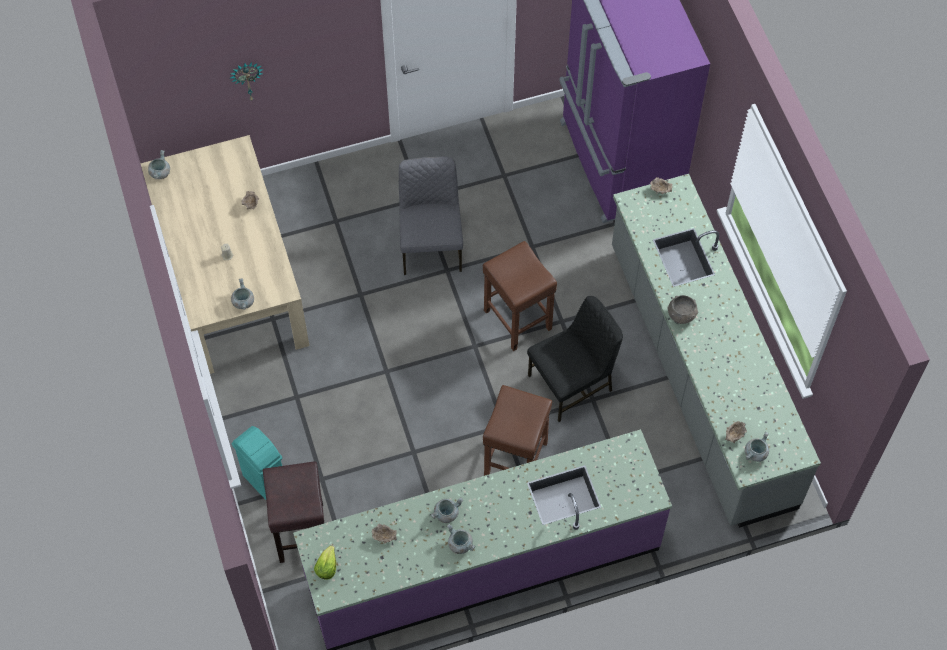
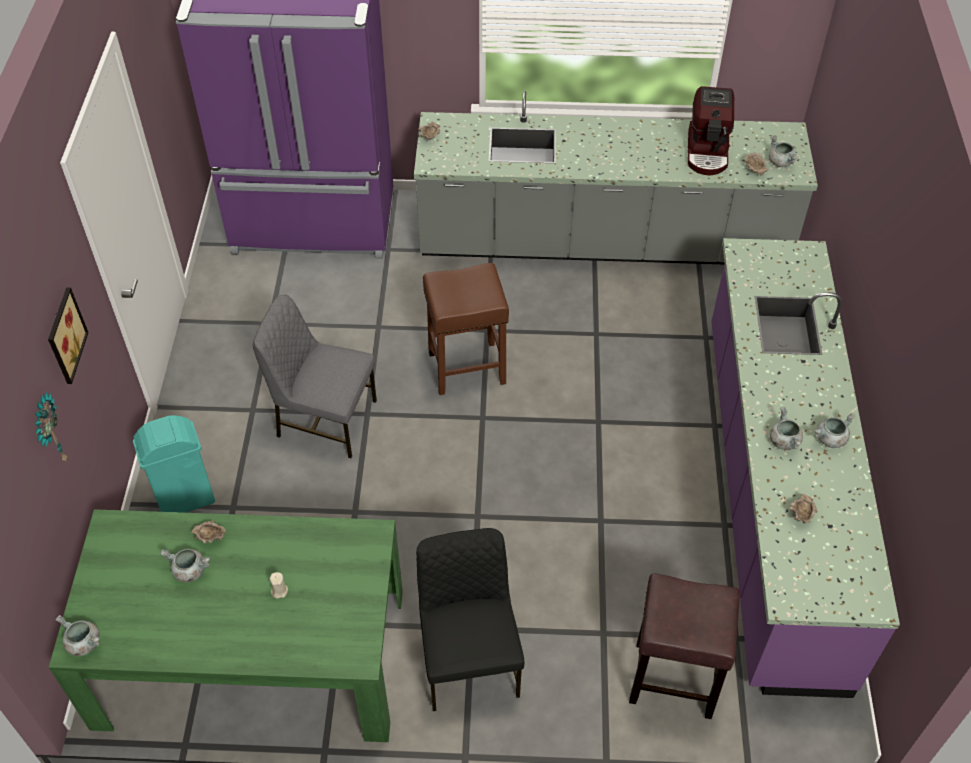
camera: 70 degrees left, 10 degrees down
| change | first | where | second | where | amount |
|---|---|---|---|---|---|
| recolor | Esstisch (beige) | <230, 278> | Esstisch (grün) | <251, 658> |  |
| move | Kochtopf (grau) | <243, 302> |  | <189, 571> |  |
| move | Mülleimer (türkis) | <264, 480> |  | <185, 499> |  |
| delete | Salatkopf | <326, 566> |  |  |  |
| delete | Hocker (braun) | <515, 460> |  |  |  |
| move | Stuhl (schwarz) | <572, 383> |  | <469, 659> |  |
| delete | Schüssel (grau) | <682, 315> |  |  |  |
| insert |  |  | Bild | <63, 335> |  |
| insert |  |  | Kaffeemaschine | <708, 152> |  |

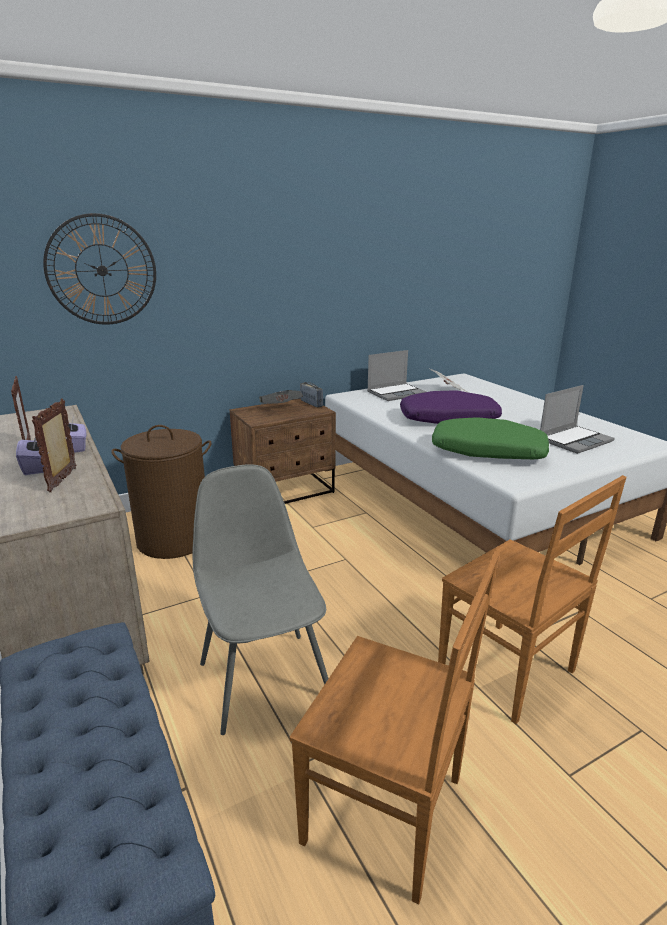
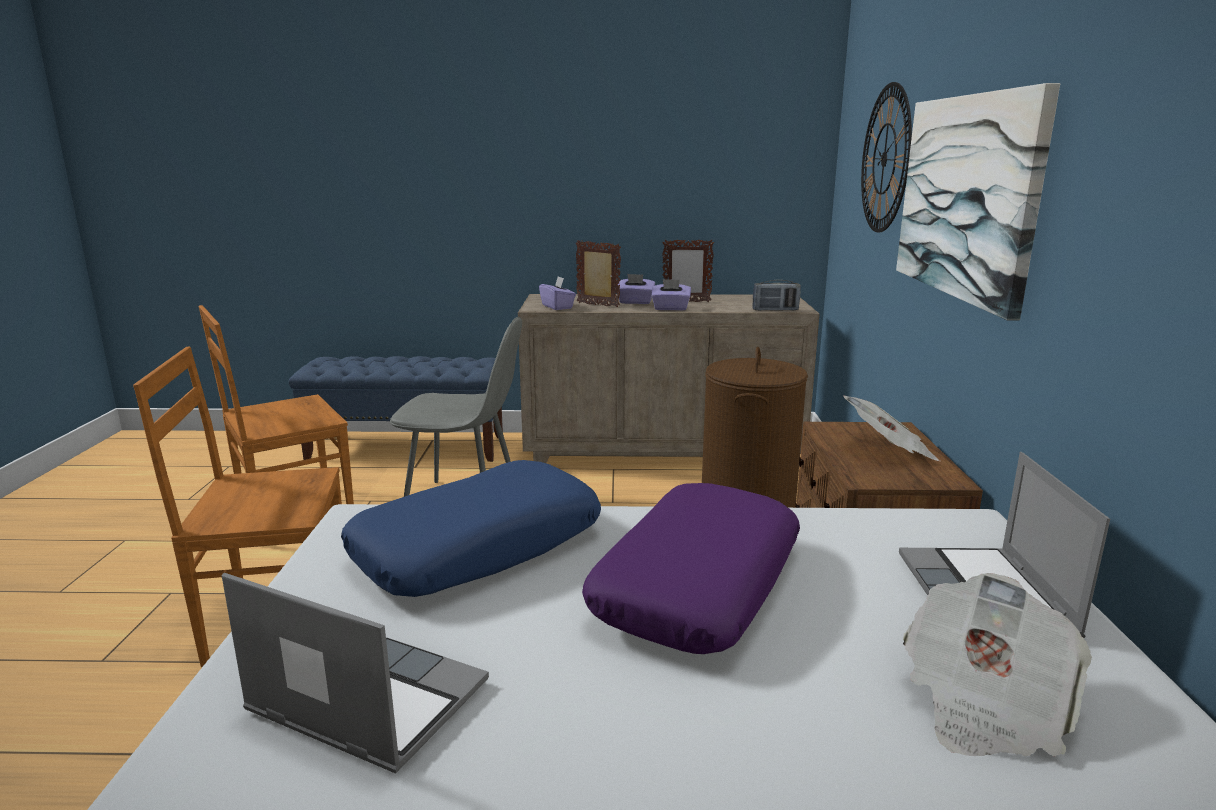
camera: 120 degrees right, 5 degrees down
| change | first | where | second | where | amount |
|---|---|---|---|---|---|
| move | Radio | <311, 403> |  | <775, 310> |  |
| recolor | Kissen (grün) | <487, 452> | Kissen (blau) | <478, 547> |  |
| rotate | Laptop | <575, 440> |  | <364, 699> | 120 degrees clockwise |
| insert |  |  | Taschentuchbox (lila) | <557, 307> |  |
| insert |  |  | Bild | <967, 196> |  |

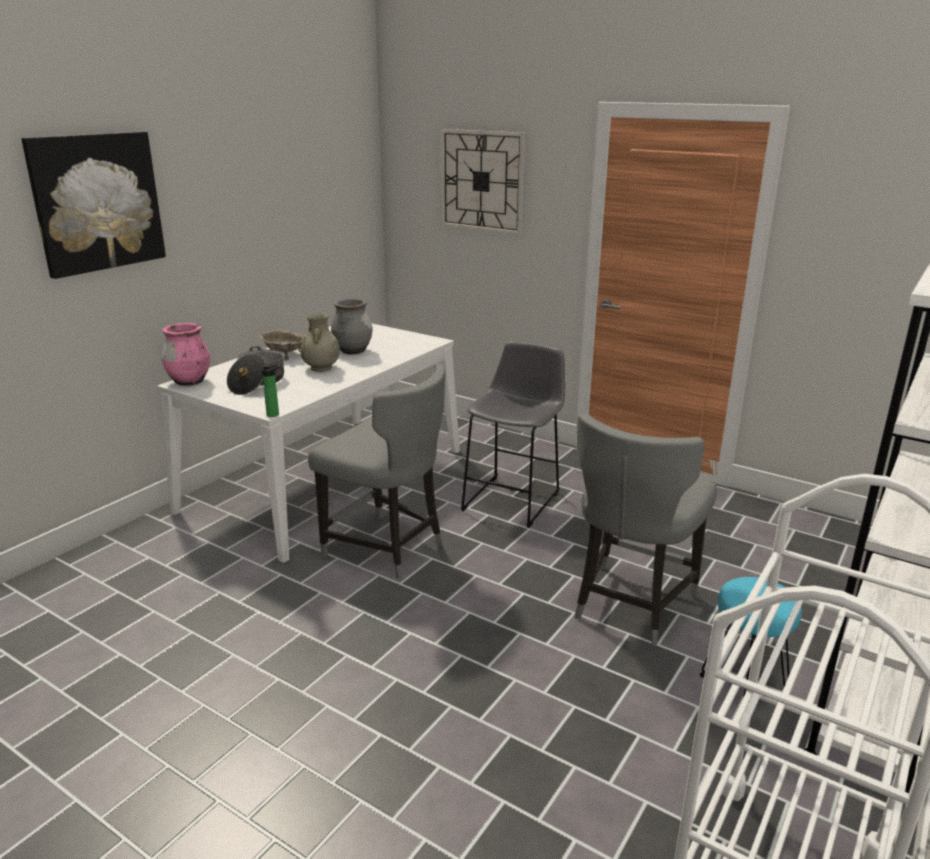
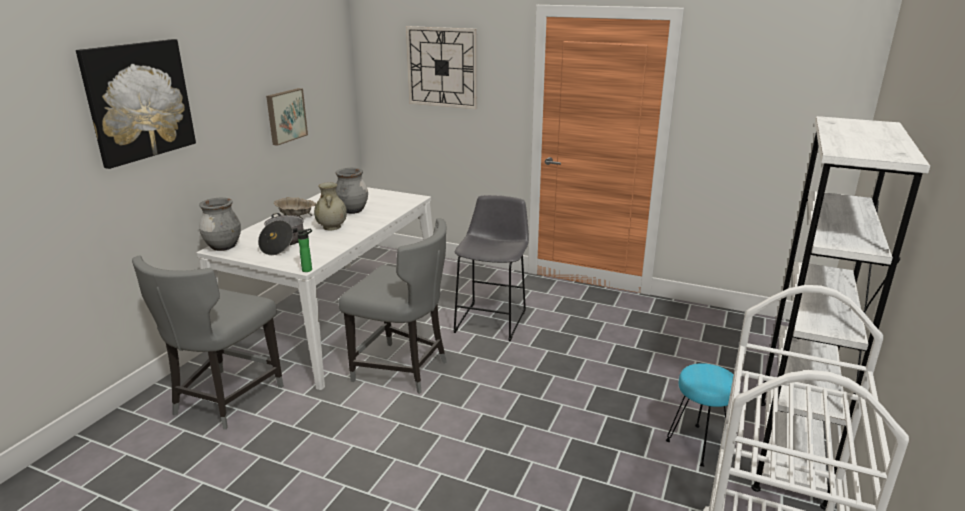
camera: 10 degrees left, 0 degrees up
| change | first | where | second | where | amount |
|---|---|---|---|---|---|
| recolor | Vase (rosa) | <189, 382> | Vase (grau) | <223, 247> |  |
| move | Stuhl (grau) | <630, 606> |  | <224, 400> |  |
| insert |  |  | Bild | <285, 116> |  |

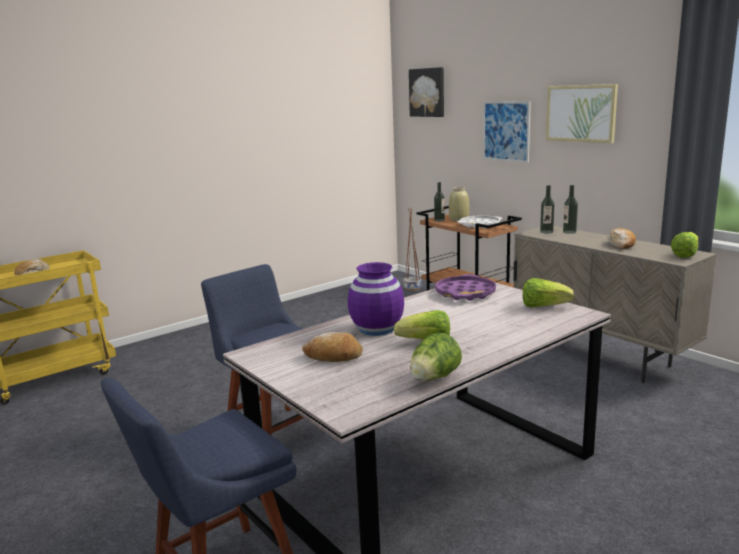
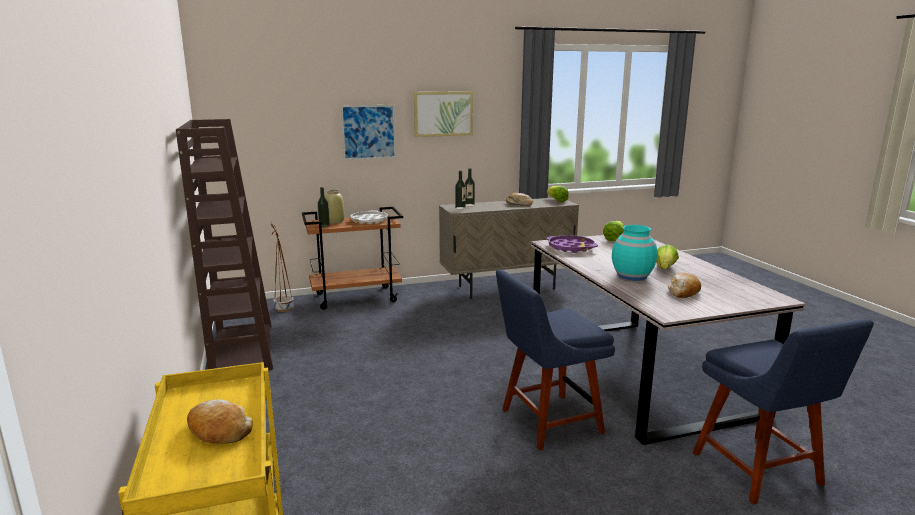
camera: 70 degrees left, 0 degrees up
| change | first | where | second | where | amount |
|---|---|---|---|---|---|
| recolor | Vase (lila) | <377, 328> | Vase (türkis) | <632, 276> |  |
| delete | Bild | <427, 92> |  |  |  |
| delete | Salatkopf | <434, 378> |  |  |  |
| insert |  |  | Bücherregal (braun) | <242, 349> |  |

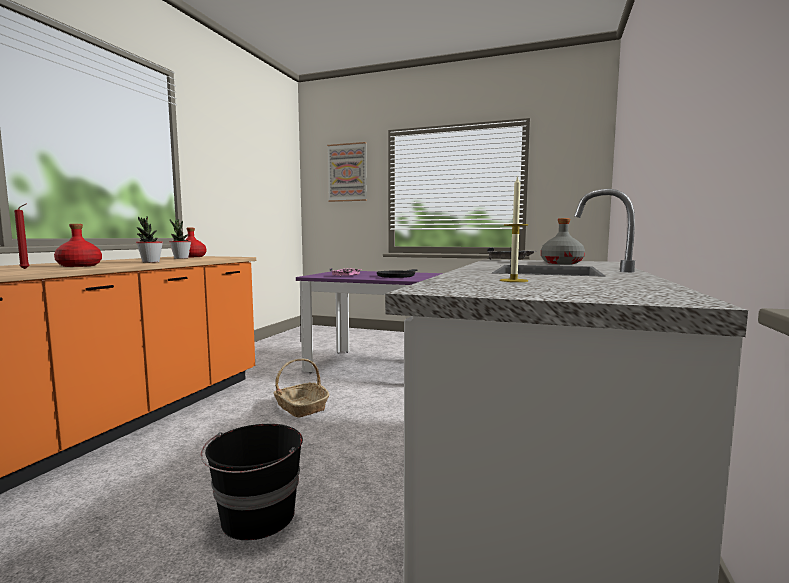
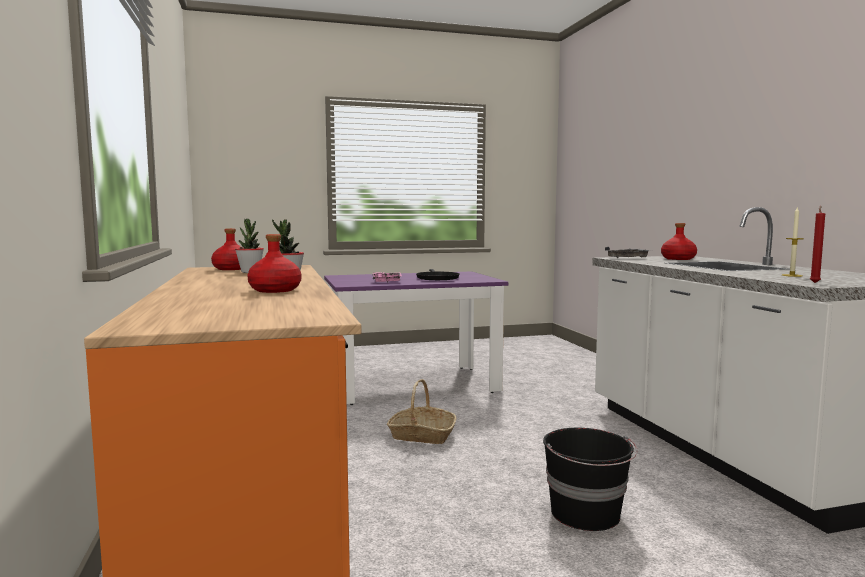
camera: 35 degrees left, 0 degrees up
| change | first | where | second | where | amount |
|---|---|---|---|---|---|
| move | Kerze (rot) | <26, 269> |  | <815, 283> |  |
| delete | Bild | <347, 172> |  |  |  |
| recolor | Flasche (grau) | <562, 263> | Flasche (rot) | <678, 259> |  |

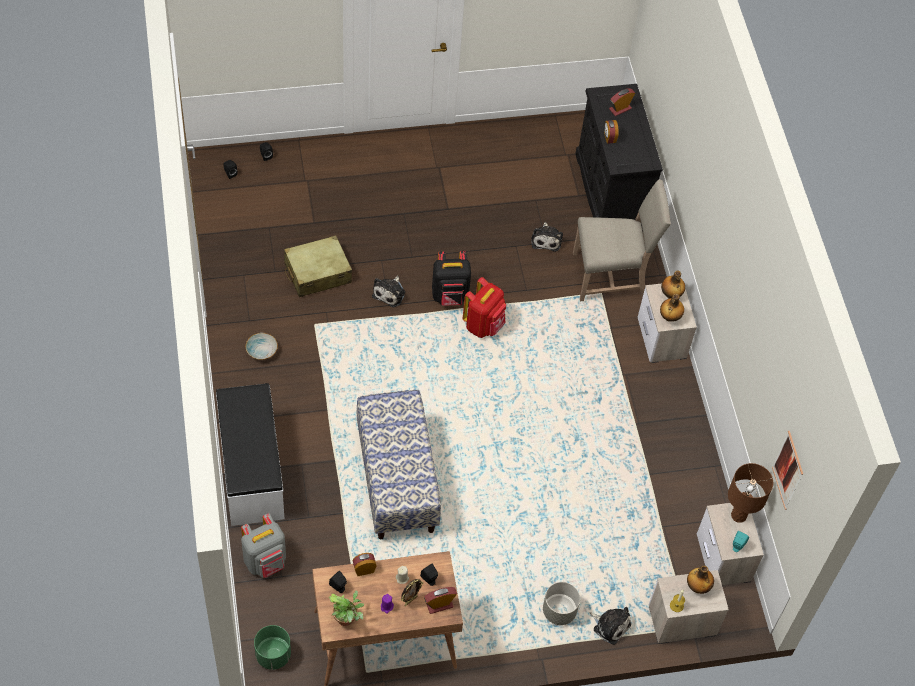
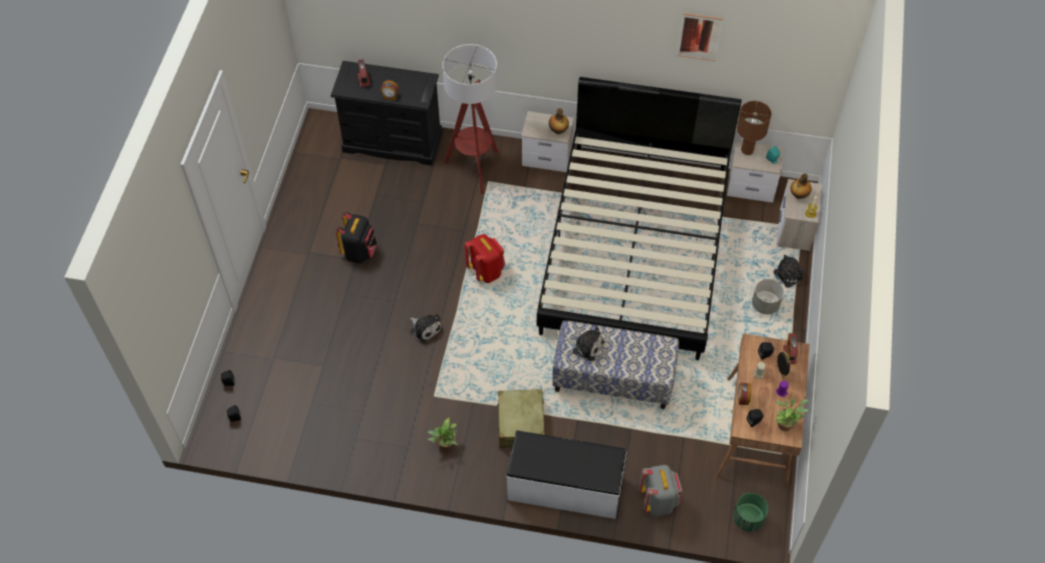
camera: 65 degrees left, 0 degrees up
| change | first | where | second | where | amount |
|---|---|---|---|---|---|
| replace | Schüssel | <262, 351> | Topfpflanze | <445, 445> |  |
| move | Koffer (beige) | <317, 273> |  | <521, 424> |  |
| move | Rucksack (schwarz) | <450, 296> |  | <360, 252> |  |
| move | Plüschtier | <546, 239> |  | <586, 346> |  |
| replace | Stuhl (beige) | <611, 275> | Stehlampe | <474, 169> |  |
| delete | Flasche | <670, 295> |  |  |  |
| move | Bild | <788, 470> |  | <699, 36> |  |
| insert |  |  | Bett (schwarz) | <635, 250> |  |

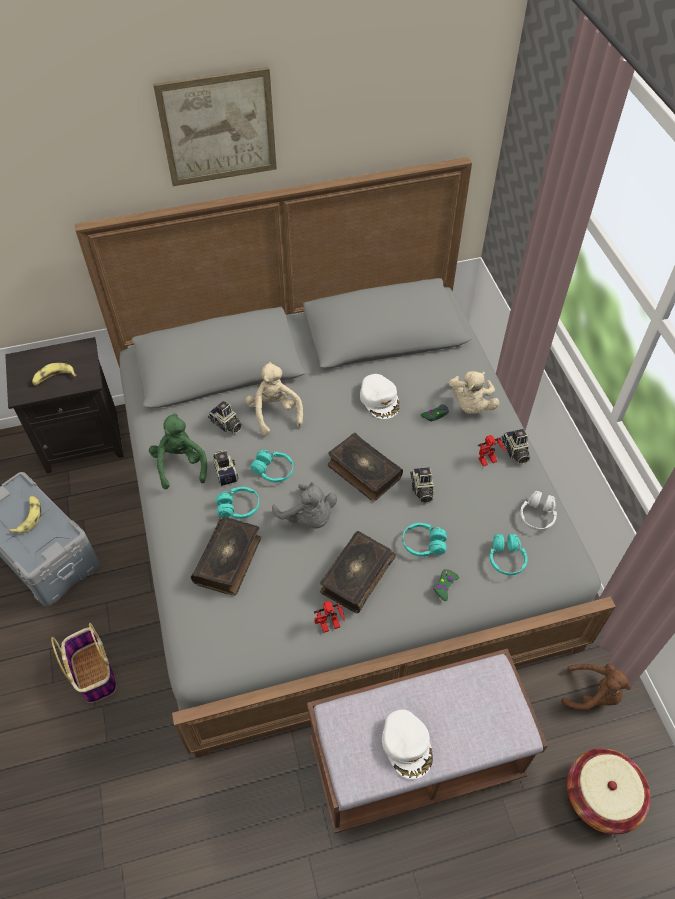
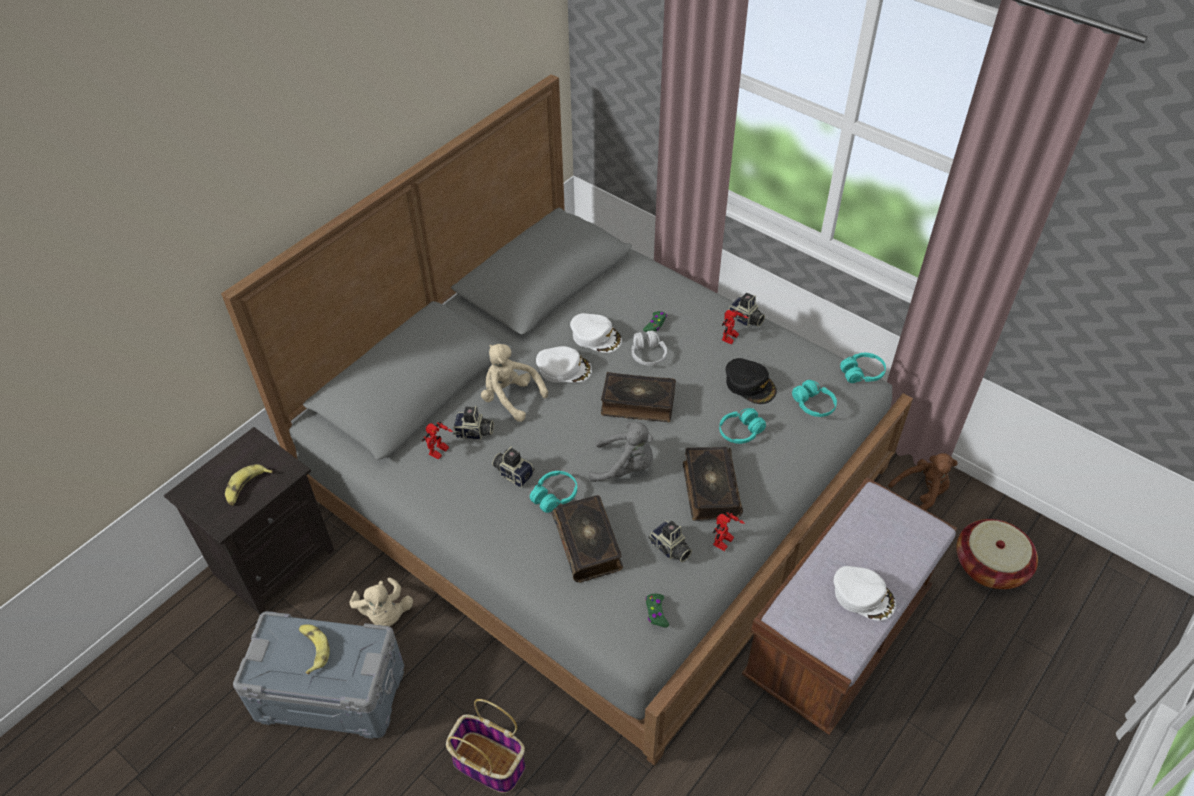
camera: 35 degrees left, 5 degrees down
| change | first | where | second | where | amount |
|---|---|---|---|---|---|
| delete | Plüschtier (grün) | <180, 464> |  |  |  |
| delete | Bild | <218, 128> |  |  |  |
| move | Kopfhörer (türkis) | <273, 471> |  | <862, 373> |  |
| move | Kamera | <421, 490> |  | <670, 549> |  |
| move | Gamepad (grün) | <444, 586> |  | <656, 612> |  |
| move | Plüschtier (beige) | <471, 405> |  | <384, 613> |  |
| move | Kopfhörer (weiß) | <537, 516> |  | <648, 354> |  |
| insert |  |  | Spielzeugroboter | <440, 453> |  |
| insert |  |  | Kappe (weiß) | <564, 368> |  |
| insert |  |  | Kappe (schwarz) | <750, 384> |  |

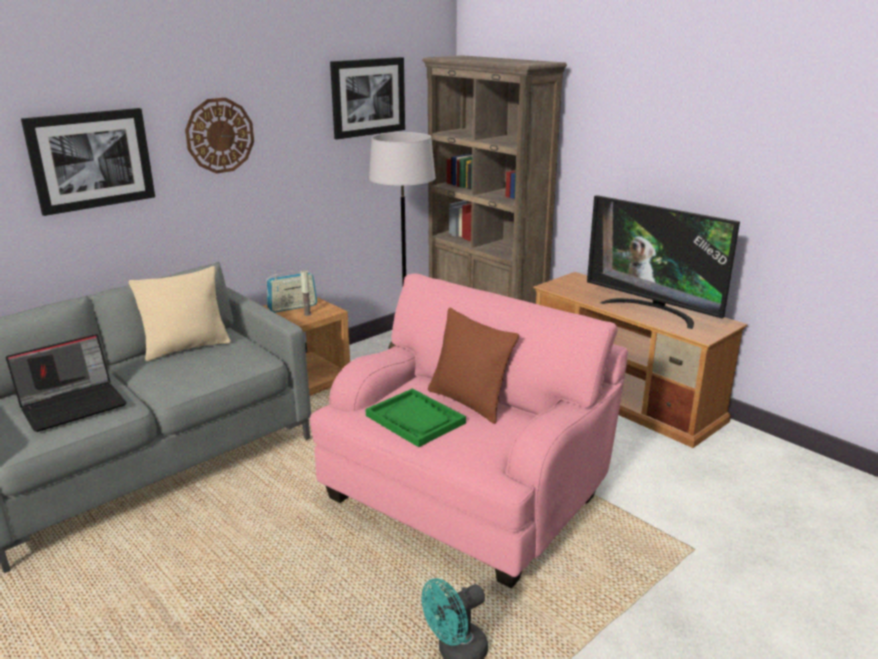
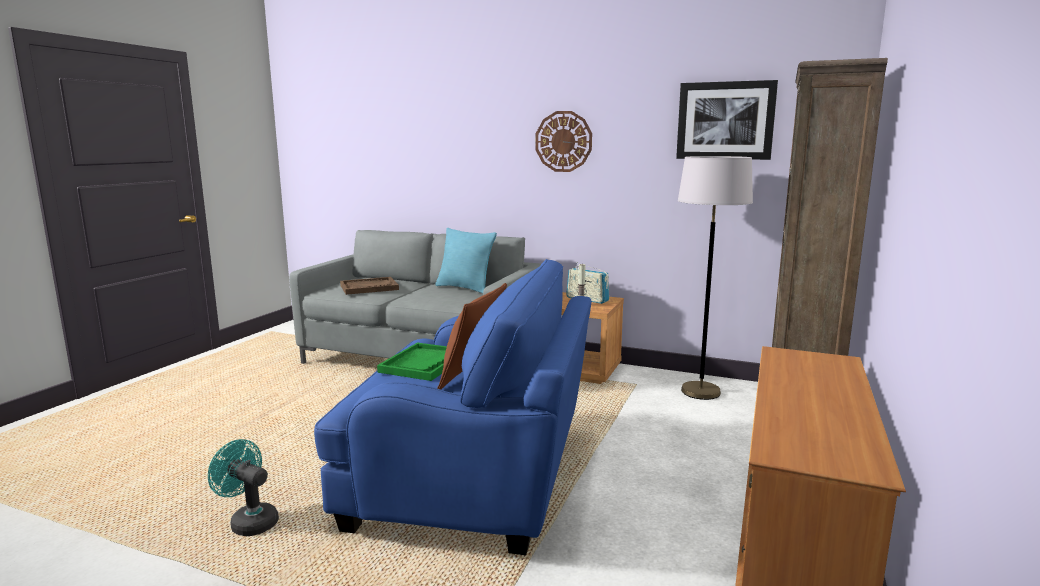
camera: 65 degrees right, 10 degrees down
| change | first | where | second | where | amount |
|---|---|---|---|---|---|
| replace | Laptop | <74, 404> | Tablett (braun) | <369, 287> |  |
| delete | Bild | <91, 160> |  |  |  |
| recolor | Kissen (beige) | <186, 348> | Kissen (türkis) | <465, 288> |  |
| recolor | Sessel (rosa) | <467, 494> | Sessel (blau) | <474, 478> |  |
| delete | Fernseher | <652, 310> |  |  |  |

